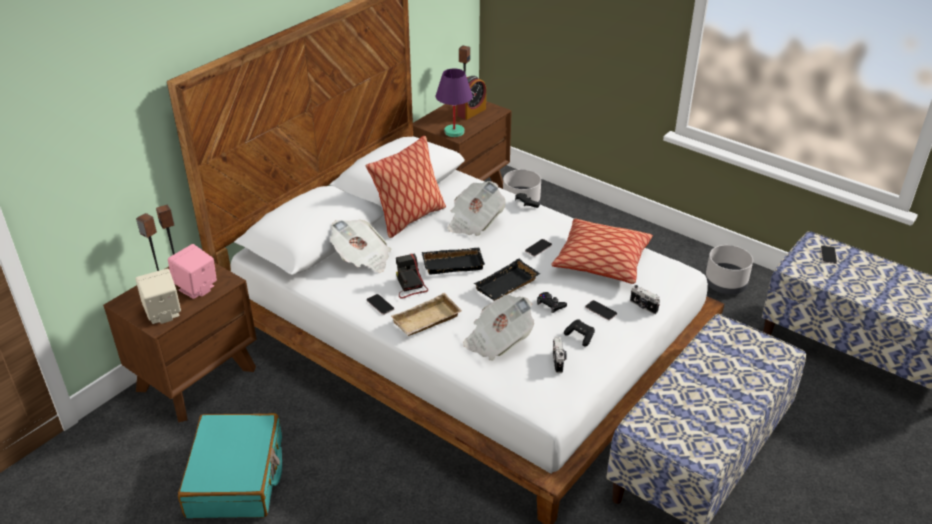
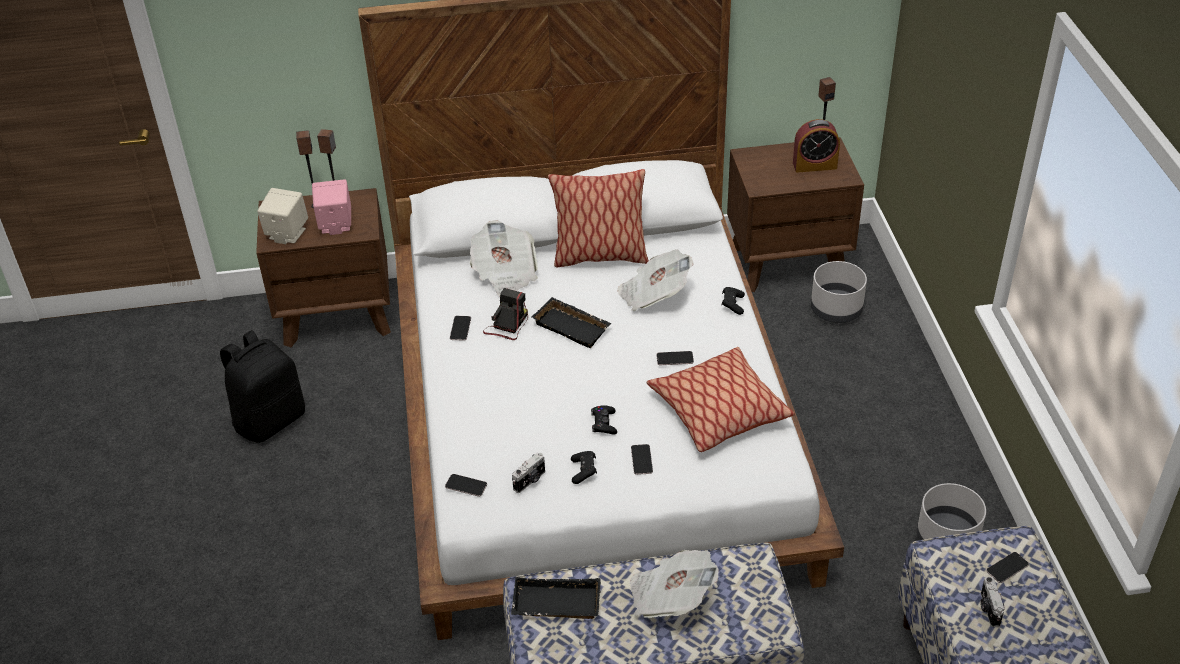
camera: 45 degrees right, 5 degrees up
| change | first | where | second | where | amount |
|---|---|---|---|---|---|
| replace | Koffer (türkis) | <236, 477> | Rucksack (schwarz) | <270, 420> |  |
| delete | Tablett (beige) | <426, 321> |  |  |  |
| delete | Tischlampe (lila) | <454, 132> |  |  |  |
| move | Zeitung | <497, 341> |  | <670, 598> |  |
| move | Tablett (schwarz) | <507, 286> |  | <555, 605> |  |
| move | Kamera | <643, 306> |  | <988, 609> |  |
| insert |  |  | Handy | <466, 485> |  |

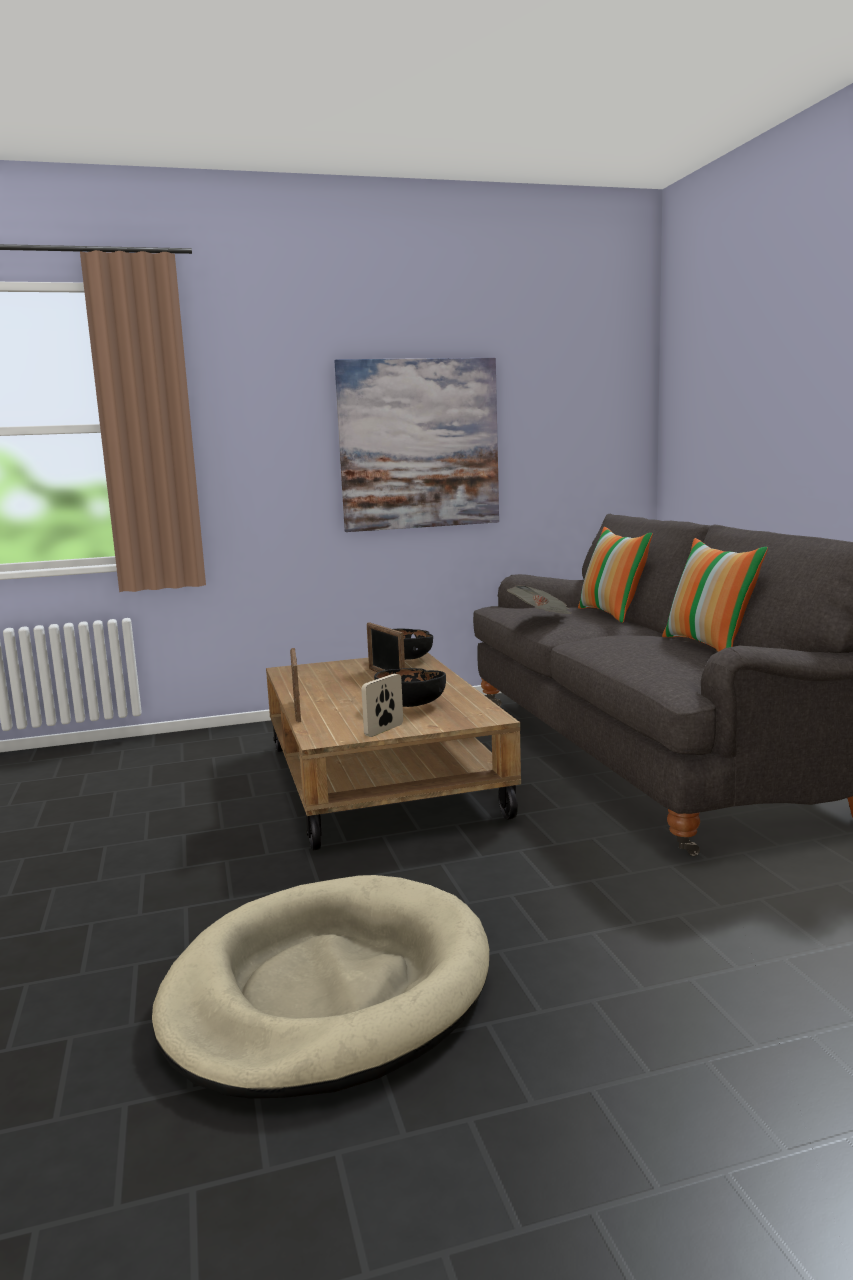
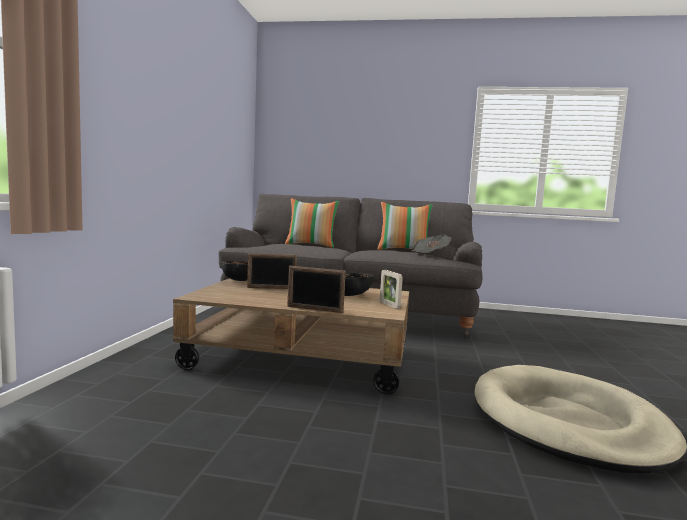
camera: 65 degrees left, 5 degrees down
| change | first | where | second | where | amount |
|---|---|---|---|---|---|
| delete | Bild | <419, 444> |  |  |  |
| move | Zeitung | <542, 618> |  | <430, 255> |  |

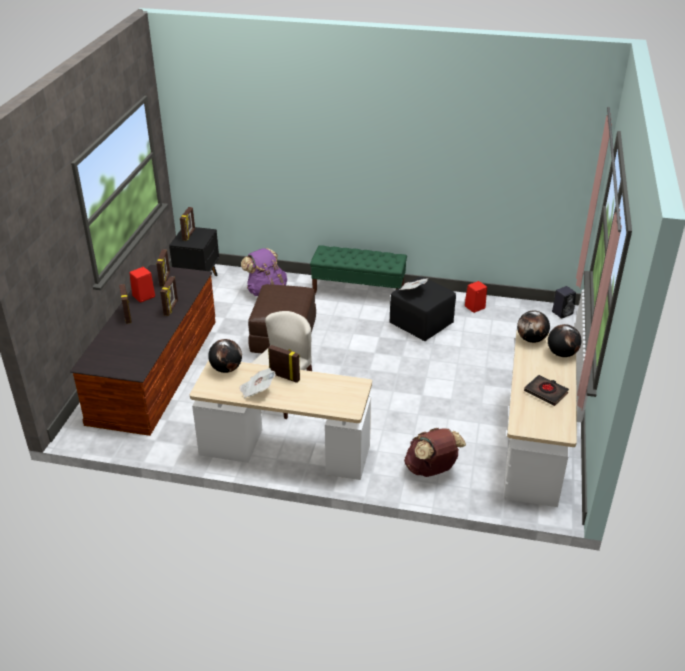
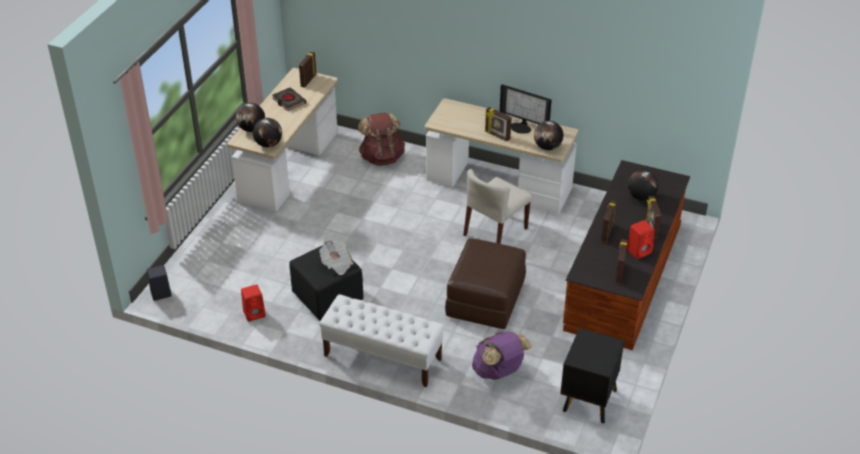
camera: 170 degrees left, 5 degrees up
| change | first | where | second | where | amount |
|---|---|---|---|---|---|
| move | Bilderrahmen | <189, 235> |  | <308, 80> |  |
| replace | Zeitung | <257, 390> | Monitor | <522, 127> |  |
| recolor | Bank (grün) | <358, 291> | Bank (weiß) | <382, 357> |  |
| insert |  |  | Globus | <641, 197> |  |

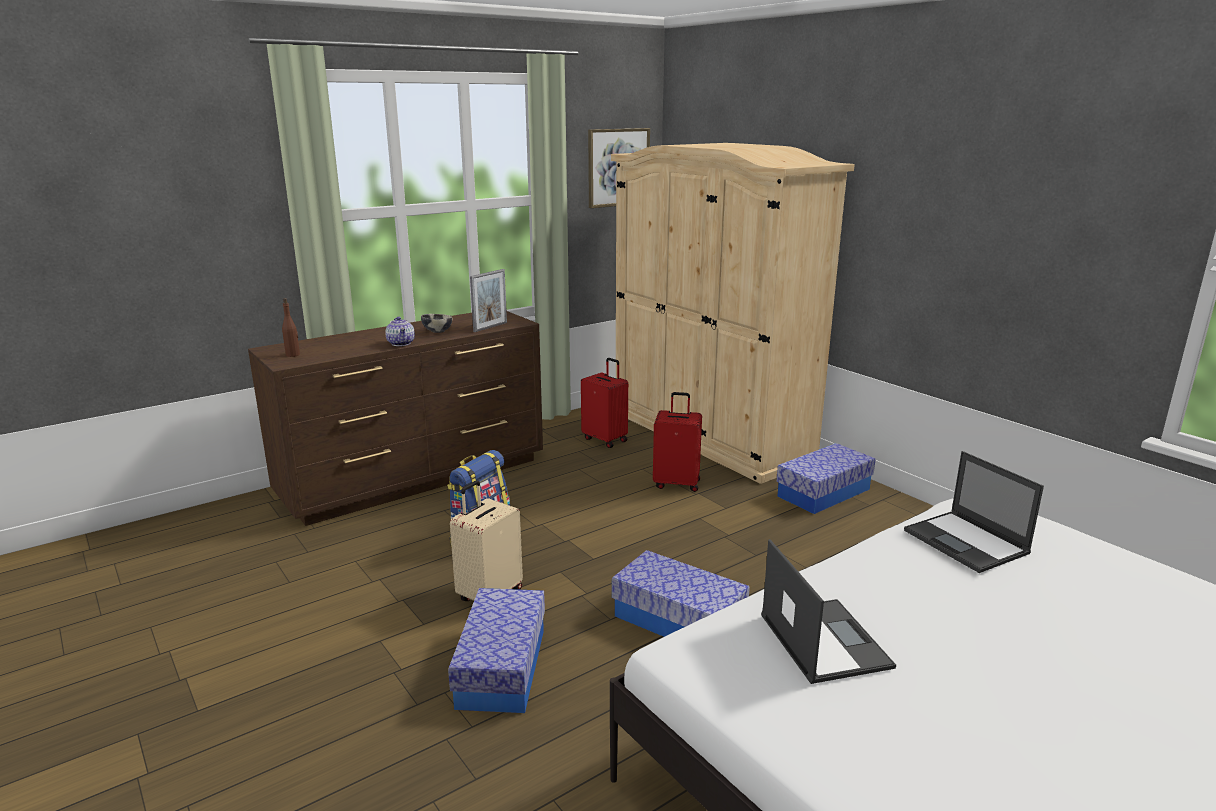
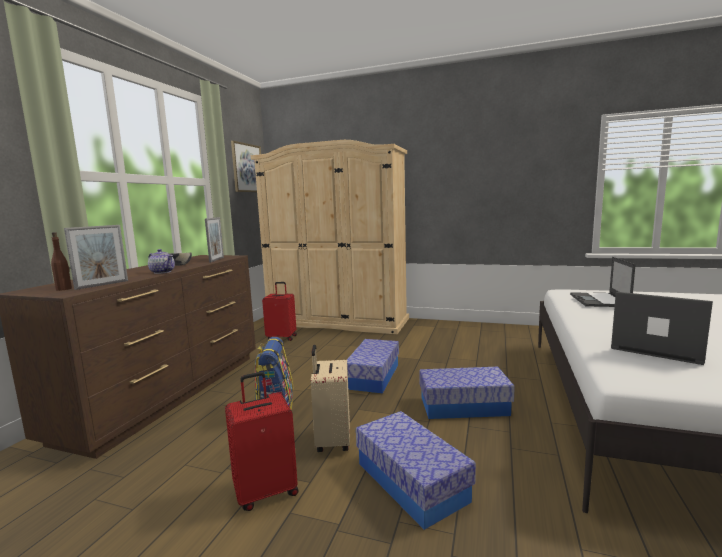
camera: 35 degrees left, 10 degrees down
| change | first | where | second | where | amount |
|---|---|---|---|---|---|
| move | Koffer (rot) | <677, 483> |  | <266, 491> |  |
| move | Aufbewahrungsbox | <823, 493> |  | <373, 376> |  |
| rotate | Laptop | <967, 542> |  | <599, 300> | 75 degrees clockwise |
| insert |  |  | Bilderrahmen | <102, 285> |  |

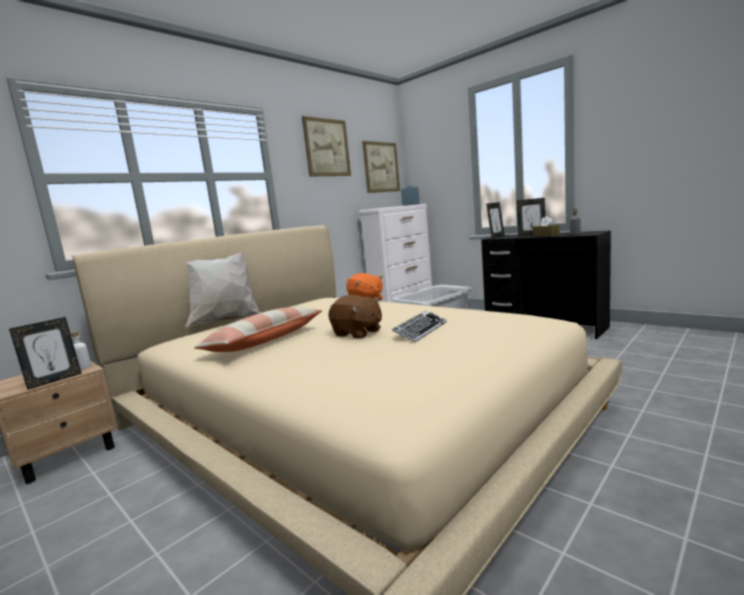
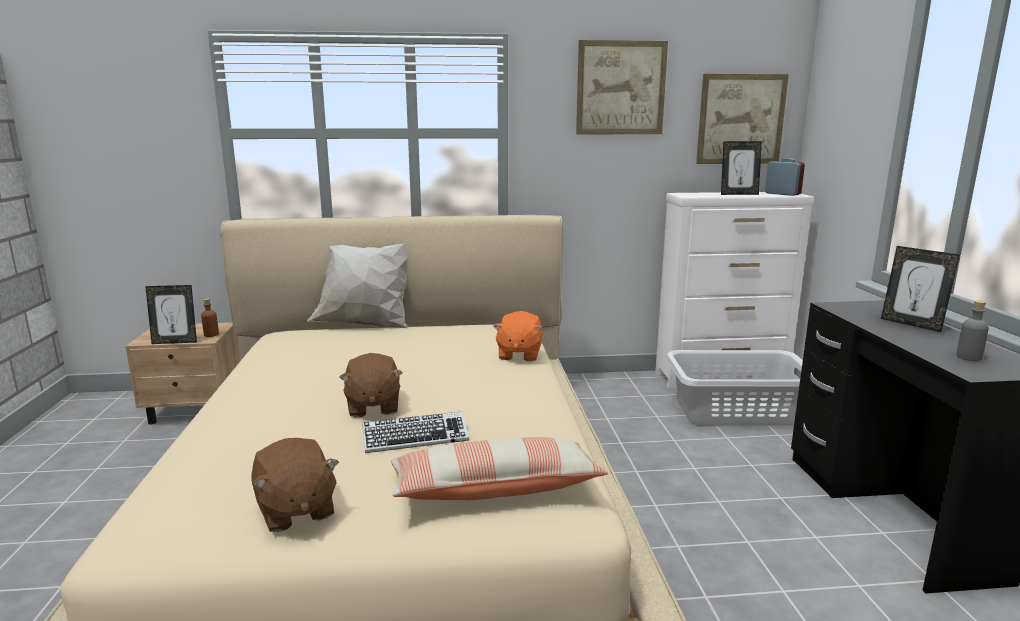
camera: 40 degrees right, 5 degrees up
| change | first | where | second | where | amount |
|---|---|---|---|---|---|
| recolor | Flasche (weiß) | <83, 367> | Flasche (braun) | <211, 334> |  |
| move | Kissen | <264, 341> |  | <494, 488> |  |
| move | Bilderrahmen | <496, 236> |  | <738, 194> |  |
| delete | Taschentuchbox (braun) | <545, 235> |  |  |  |
| insert |  |  | Plüschtier (braun) | <295, 510> |  |

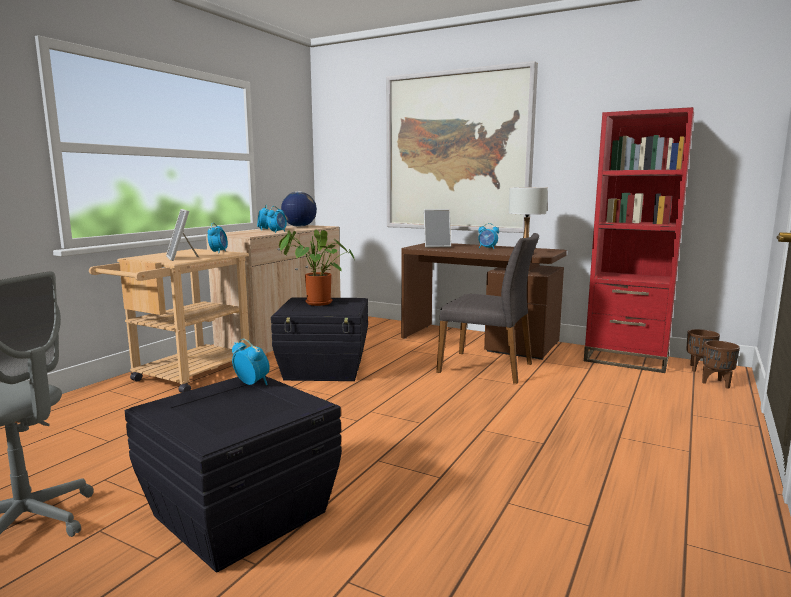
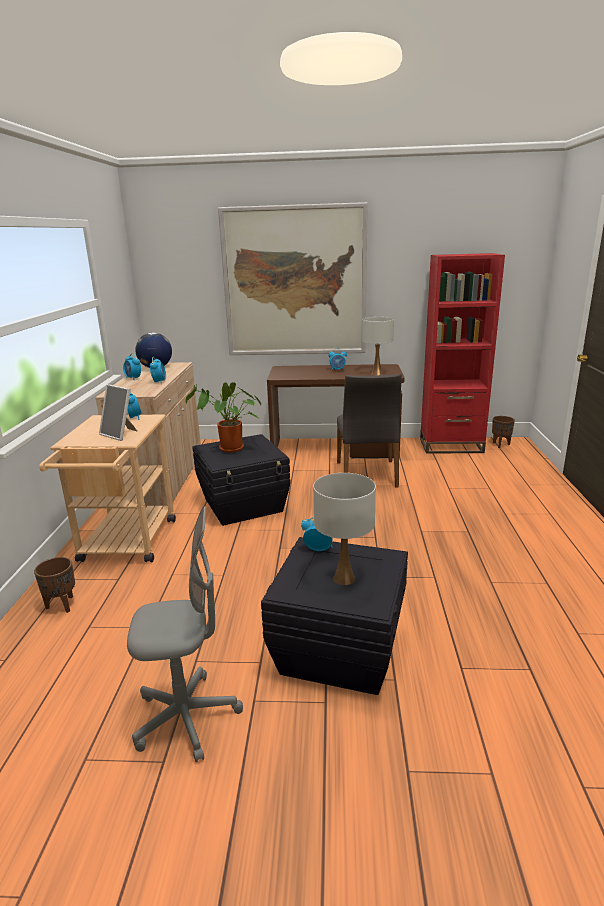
camera: 25 degrees left, 10 degrees up
| change | first | where | second | where | amount |
|---|---|---|---|---|---|
| delete | Bilderrahmen | <437, 246> |  |  |  |
| rotate | Stuhl (grau) | <487, 367> |  | <367, 474> | 90 degrees clockwise |
| move | Pflanzkübel (braun) | <717, 384> |  | <62, 605> |  |
| insert |  |  | Tischlampe (weiß) | <344, 578> |  |

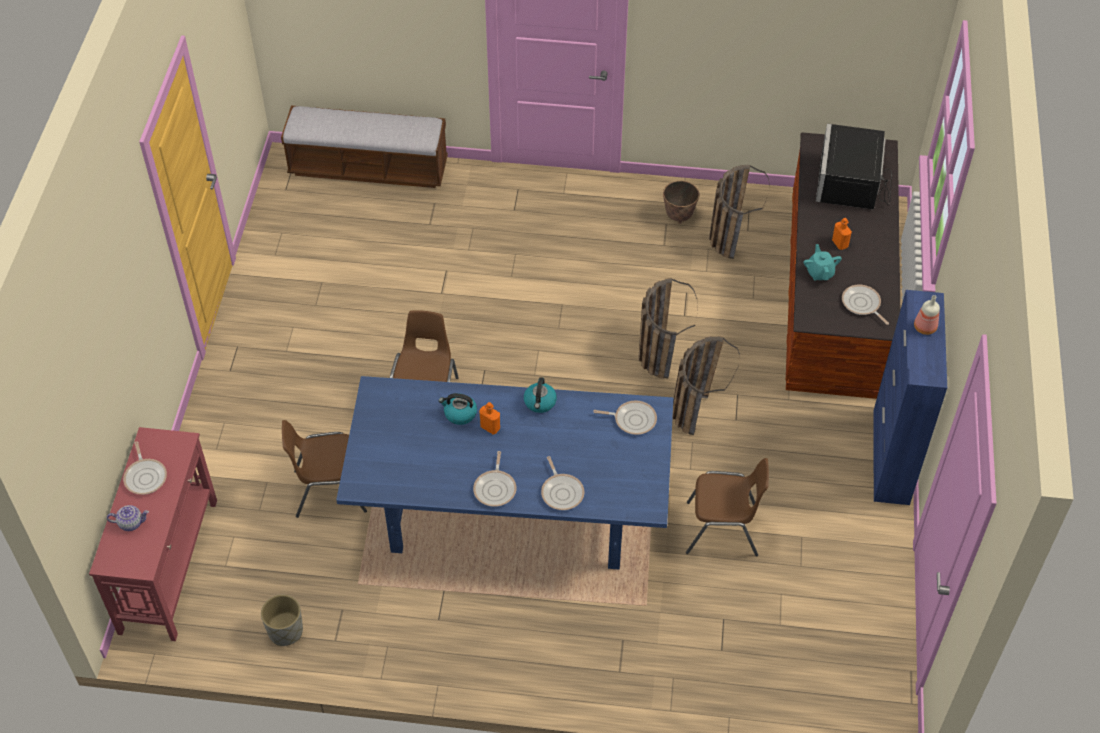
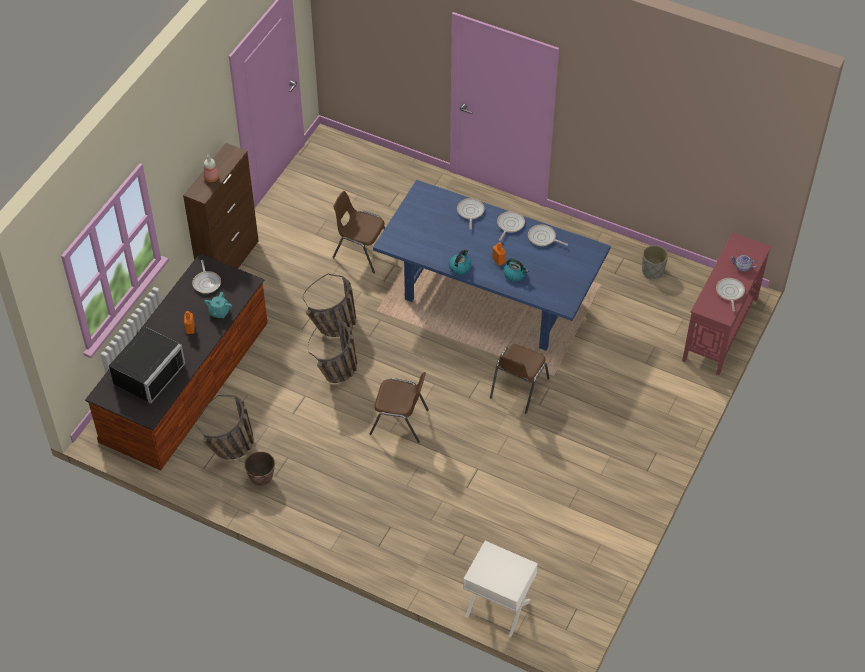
camera: 160 degrees left, 0 degrees up
| change | first | where | second | where | amount |
|---|---|---|---|---|---|
| replace | Bank | <368, 168> | Nachttisch (weiß) | <497, 608> |  |
| move | Stuhl (braun) | <328, 490> |  | <400, 422> |  |
| move | Pfanne | <632, 419> |  | <543, 238> |  |
| recolor | Schrank (blau) | <890, 457> | Schrank (braun) | <229, 262> |  |

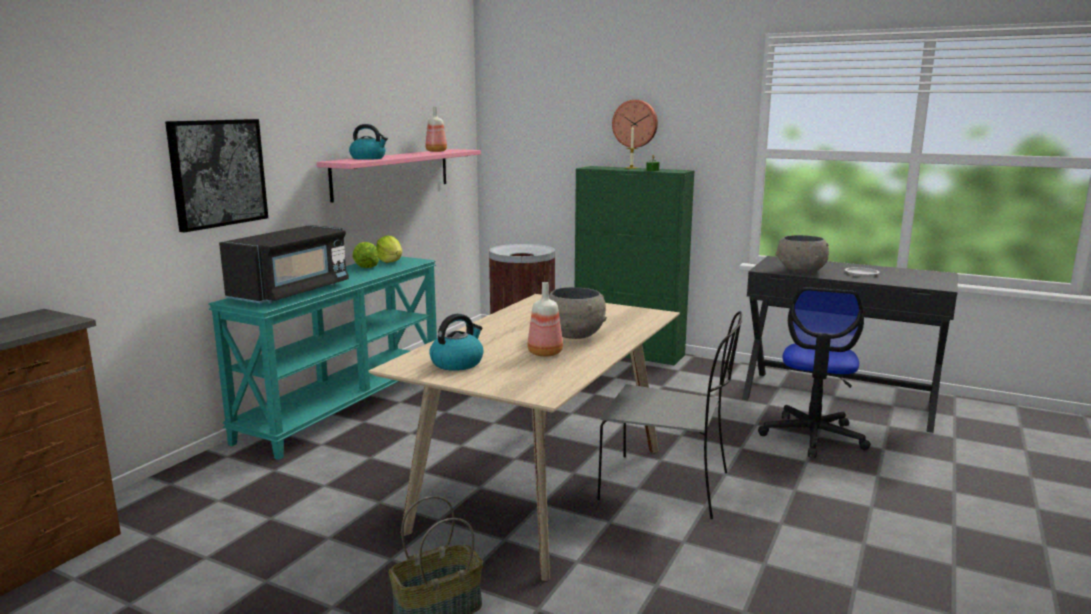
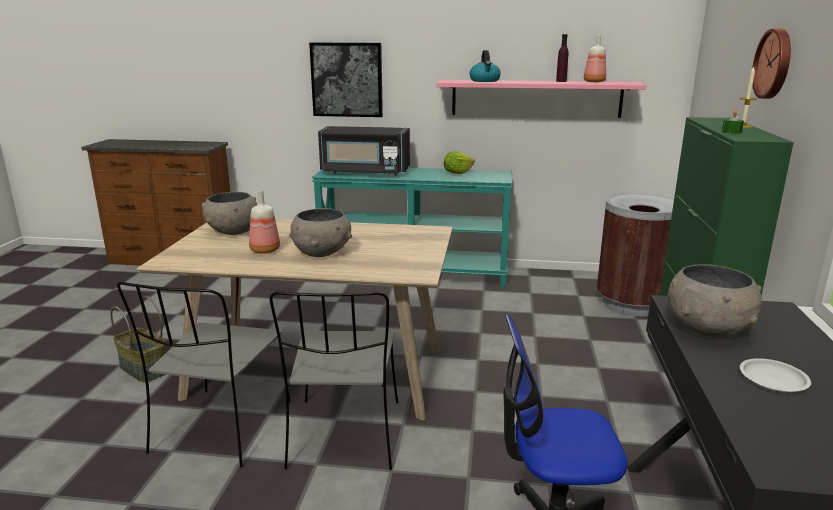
camera: 70 degrees right, 5 degrees up
| change | first | where | second | where | amount |
|---|---|---|---|---|---|
| delete | Salatkopf | <390, 261> |  |  |  |
| replace | Wasserkessel | <457, 363> | Schüssel (grau) | <233, 232> |  |
| insert |  |  | Stuhl (grau) | <221, 429> |  |
| insert |  |  | Flasche (lila) | <561, 81> |  |

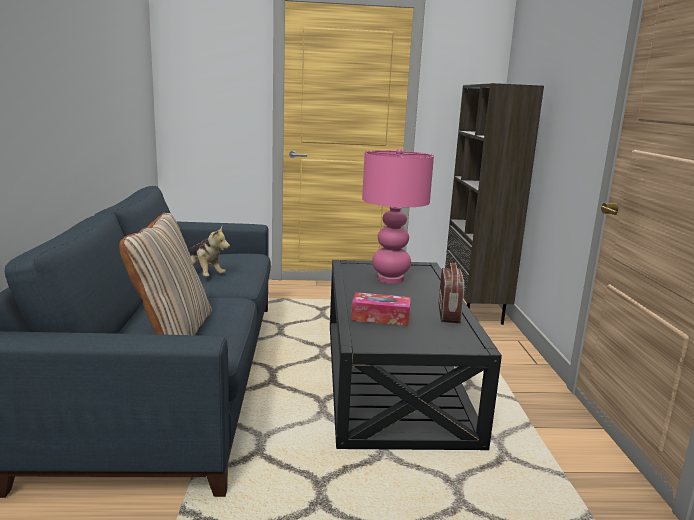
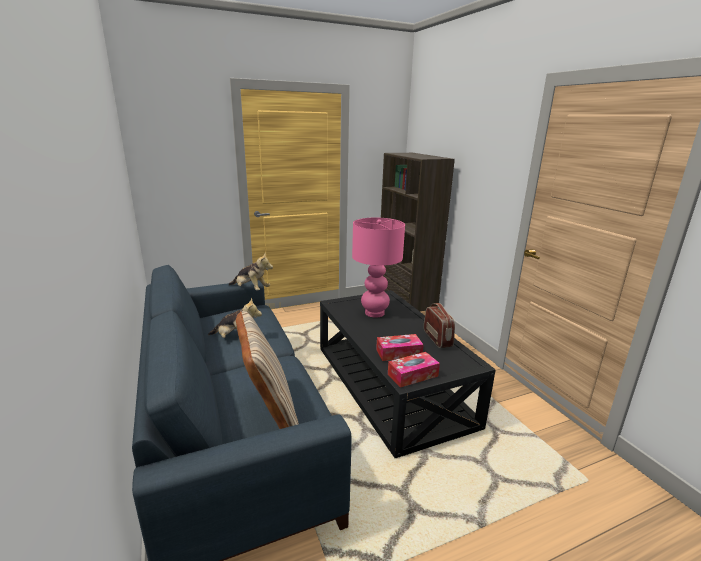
camera: 20 degrees left, 5 degrees up
| change | first | where | second | where | amount |
|---|---|---|---|---|---|
| insert |  |  | Plüschtier | <251, 289> |  |
| insert |  |  | Taschentuchbox | <412, 375> |  |

